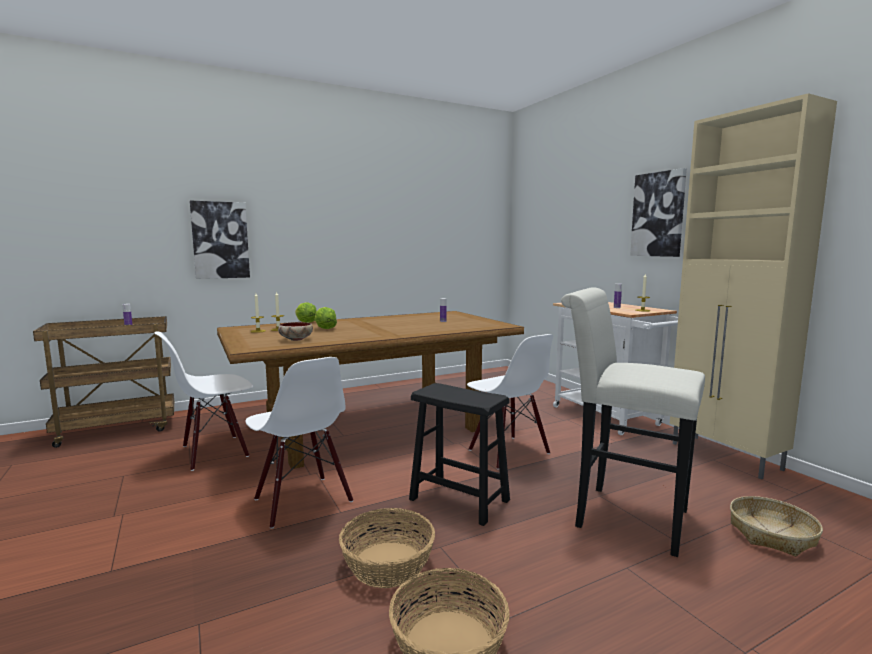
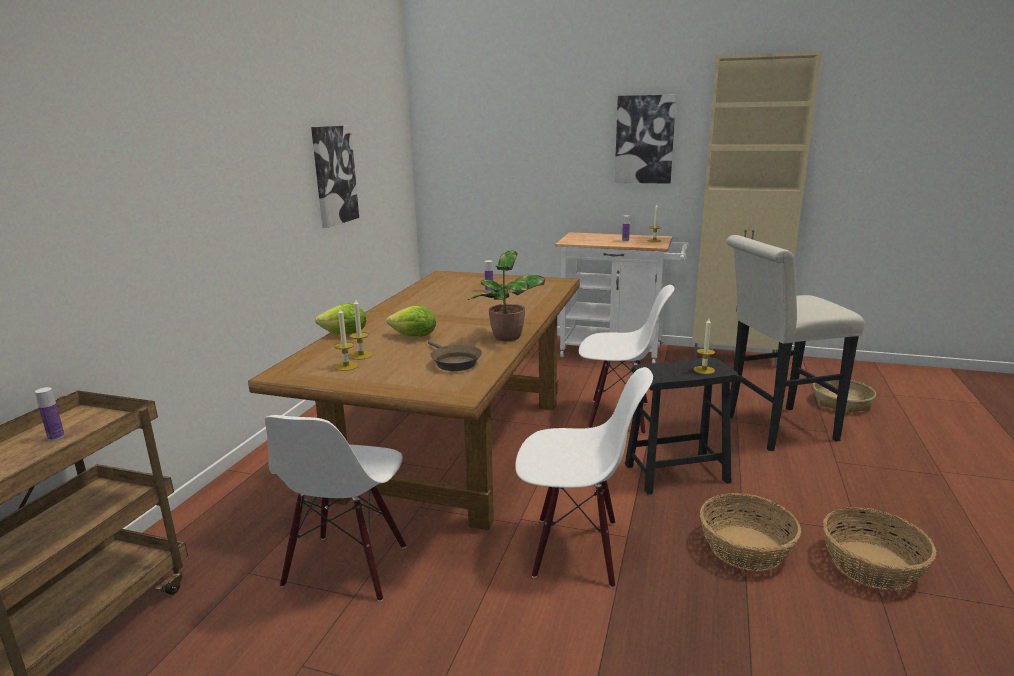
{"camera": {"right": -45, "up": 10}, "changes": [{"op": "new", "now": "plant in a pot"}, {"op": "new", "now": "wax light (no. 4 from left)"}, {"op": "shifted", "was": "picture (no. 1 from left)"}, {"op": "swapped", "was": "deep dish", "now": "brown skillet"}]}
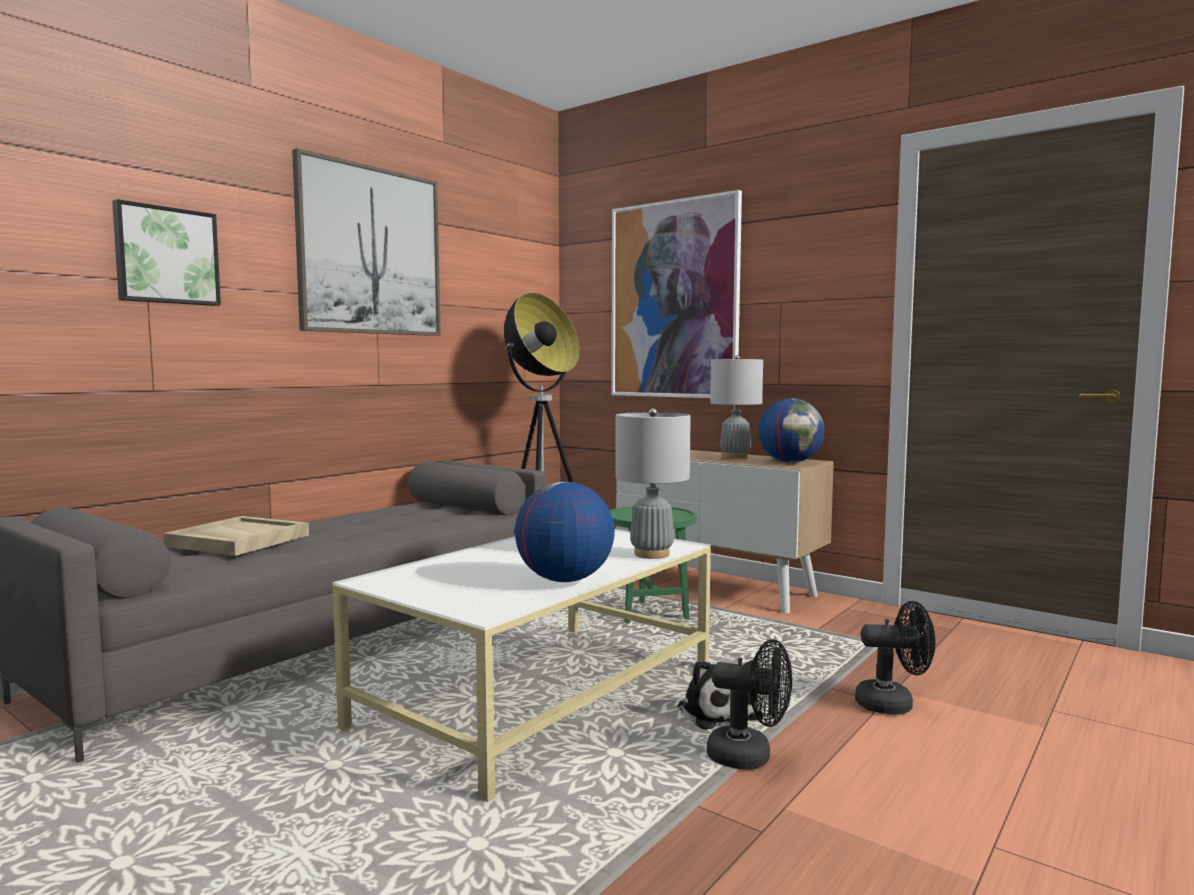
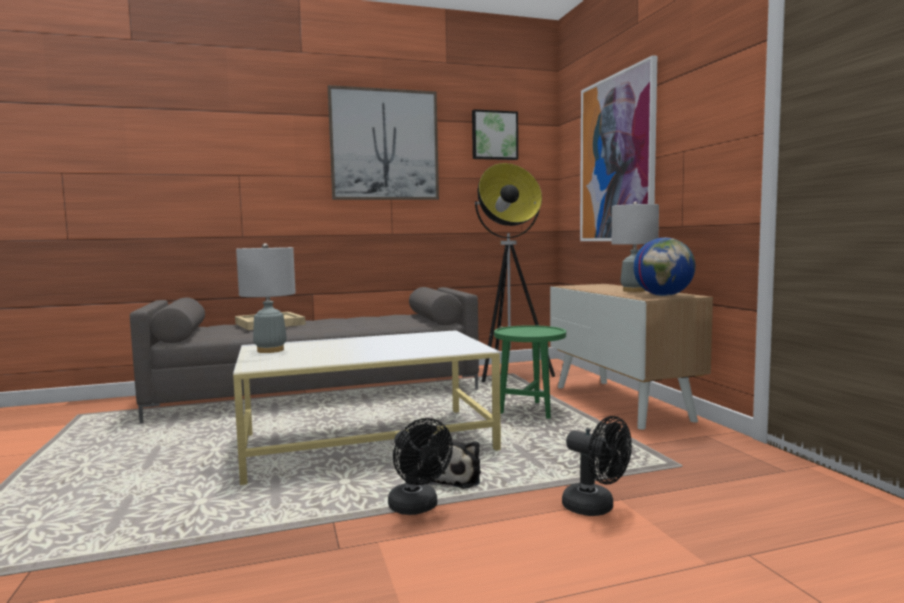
{"camera": {"right": 35, "up": 0}, "changes": [{"op": "gone", "was": "globe (no. 1 from left)"}, {"op": "shifted", "was": "picture (no. 1 from left in the first image)", "now": "picture (no. 2 from left)"}, {"op": "shifted", "was": "greyish table lamp (no. 1 from left)"}]}
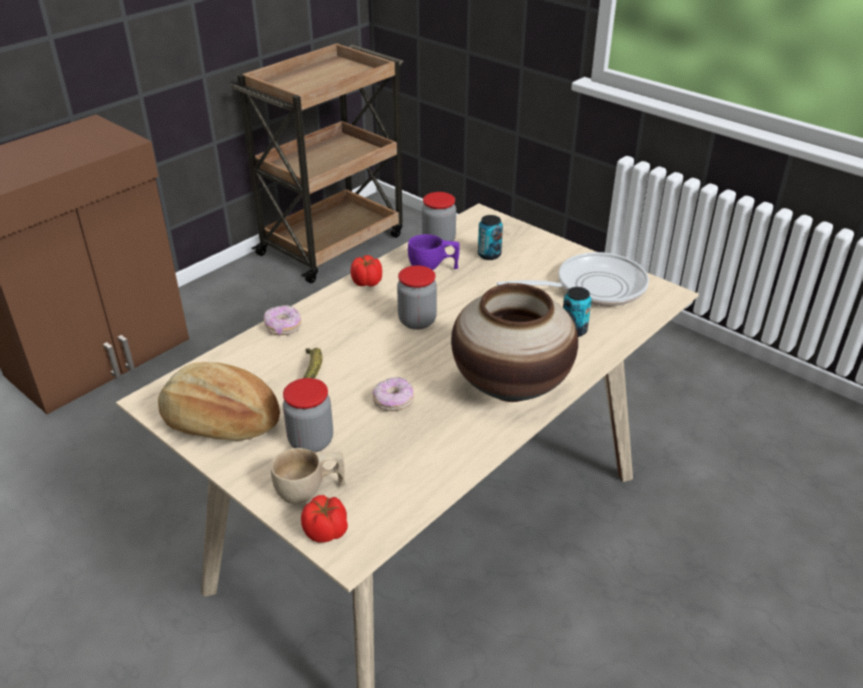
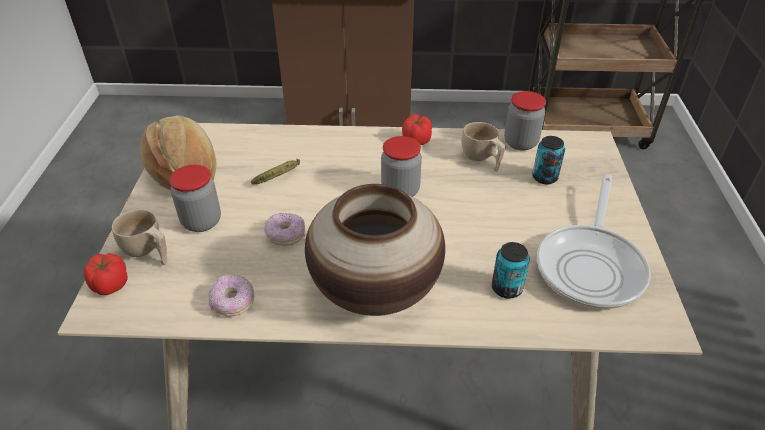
{"camera": {"right": 50, "up": 5}, "changes": [{"op": "shifted", "was": "doughnut (no. 1 from left)"}, {"op": "repainted", "was": "purple drinking cup", "now": "beige drinking cup (no. 2 from left)"}, {"op": "rotated", "was": "skillet", "clockwise": 75}]}
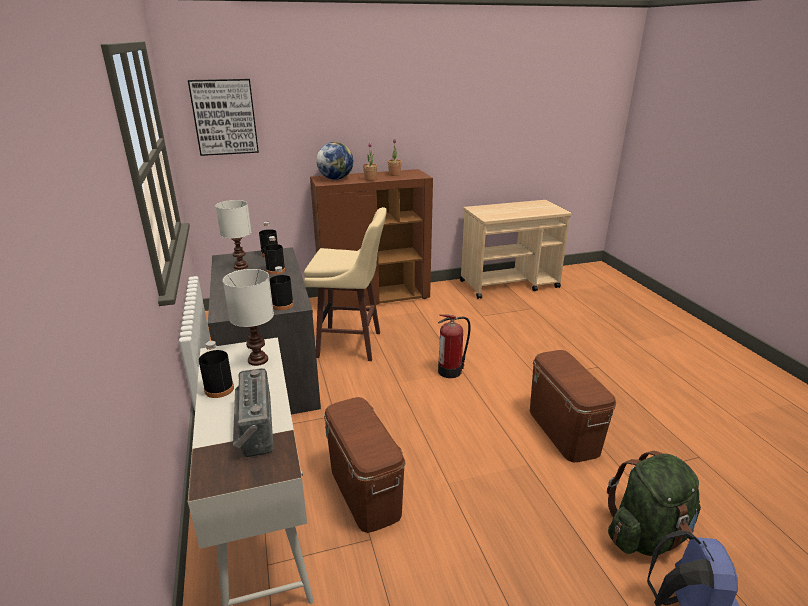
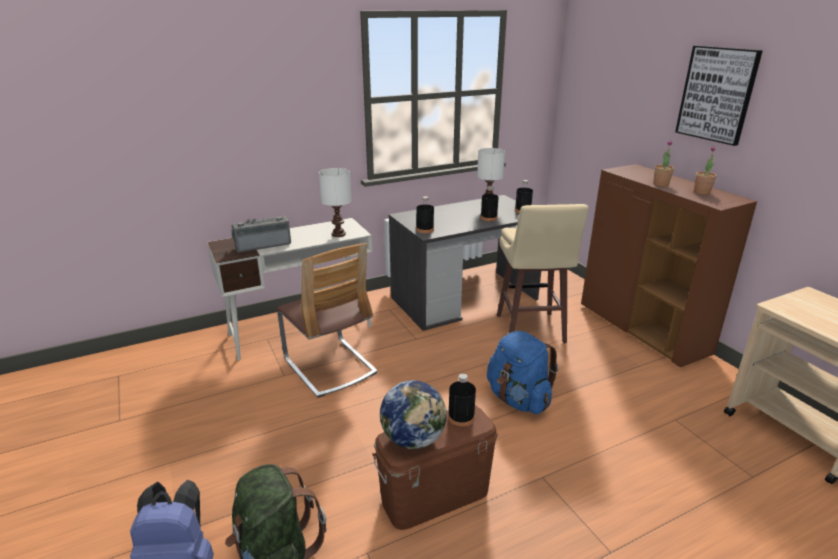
{"camera": {"right": 80, "up": 0}, "changes": [{"op": "shifted", "was": "picture"}, {"op": "shifted", "was": "black beverage bottle (no. 1 from left in the first image)", "now": "black beverage bottle (no. 2 from left)"}, {"op": "shifted", "was": "globe"}, {"op": "swapped", "was": "brown storage bin (no. 1 from left)", "now": "upright chair"}, {"op": "swapped", "was": "extinguisher", "now": "bluish backpack (no. 2 from left)"}]}
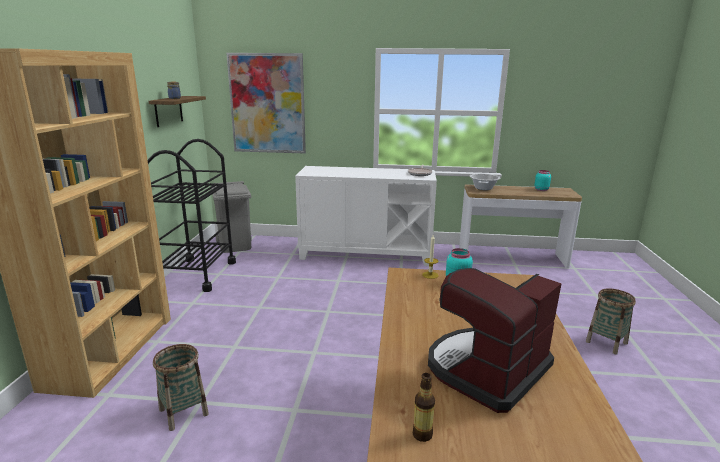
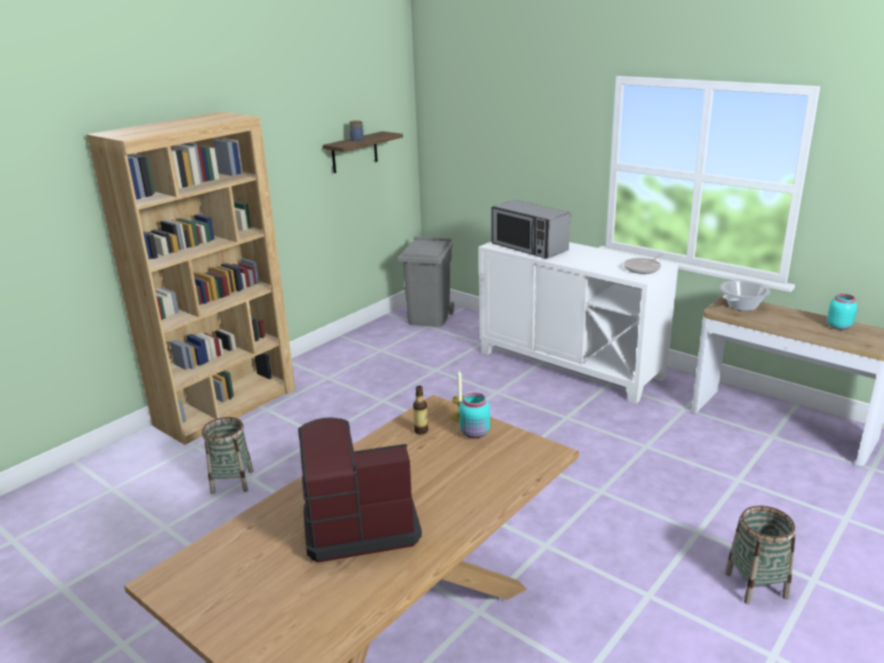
{"camera": {"right": 35, "up": 5}, "changes": [{"op": "gone", "was": "black cart"}, {"op": "gone", "was": "picture"}, {"op": "new", "now": "kitchen microwave"}, {"op": "shifted", "was": "beverage bottle"}]}
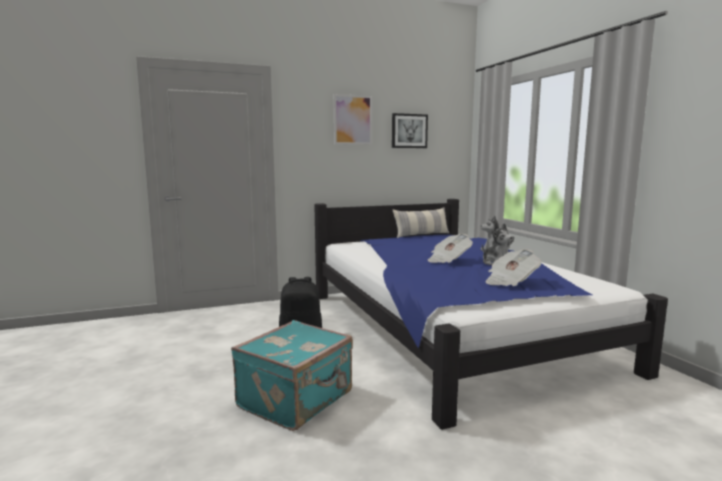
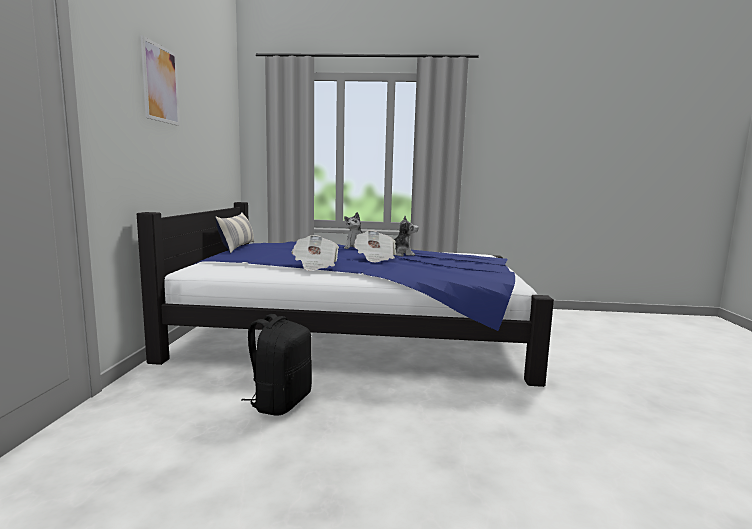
{"camera": {"right": -65, "up": 0}, "changes": [{"op": "gone", "was": "turquoise travel case"}, {"op": "gone", "was": "picture (no. 2 from left)"}, {"op": "shifted", "was": "newspaper (no. 2 from left in the first image)", "now": "newspaper (no. 1 from left)"}]}
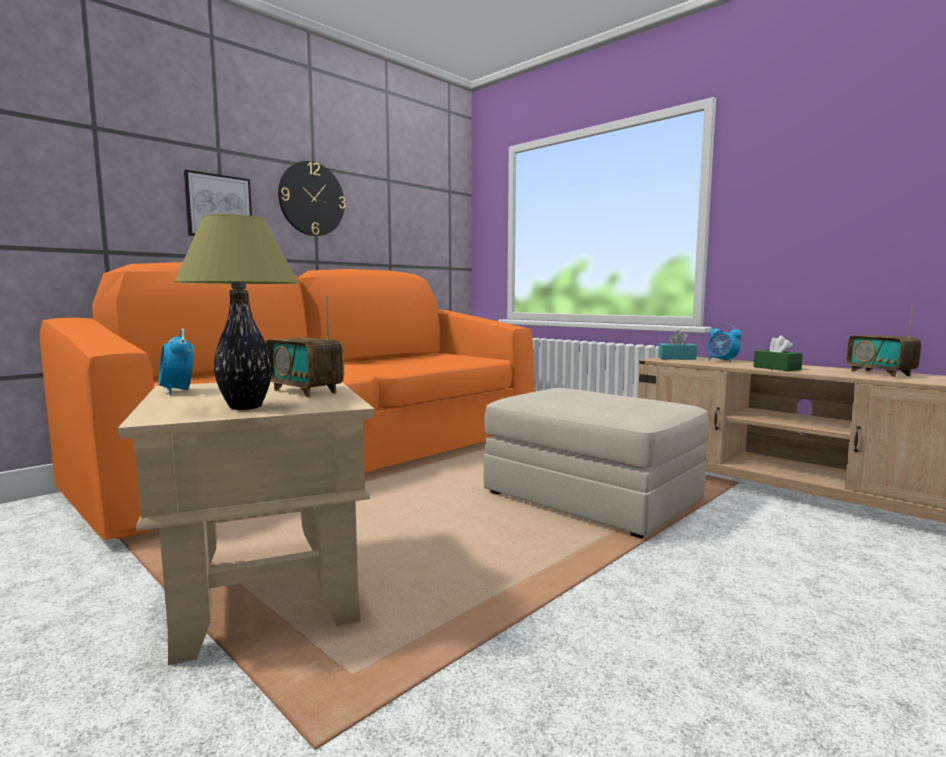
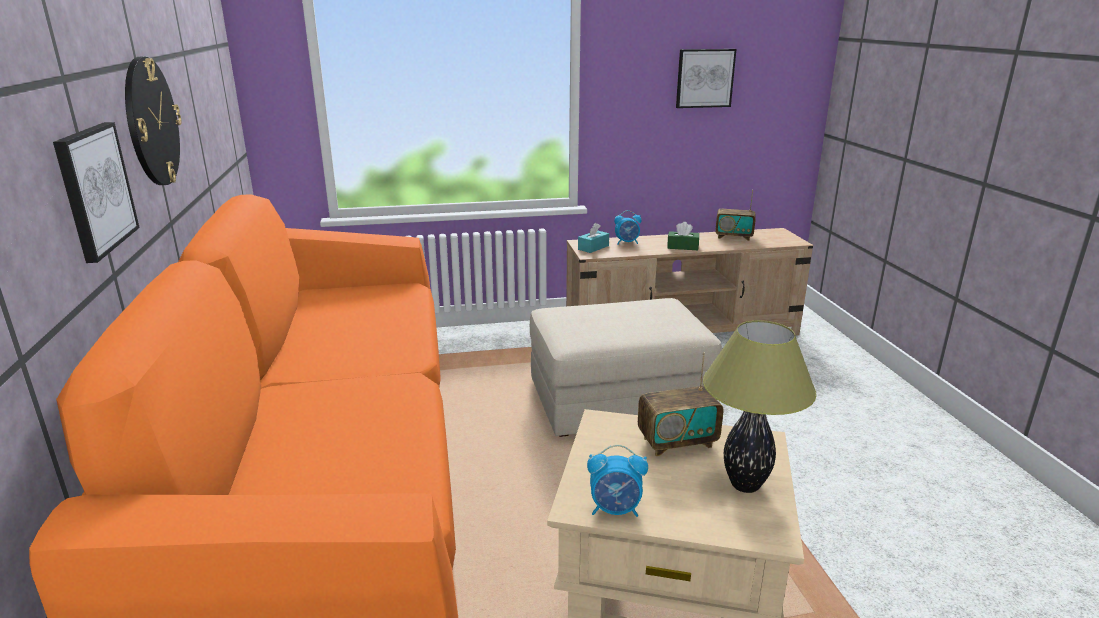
{"camera": {"right": -55, "up": 15}, "changes": [{"op": "new", "now": "picture (no. 2 from left)"}]}
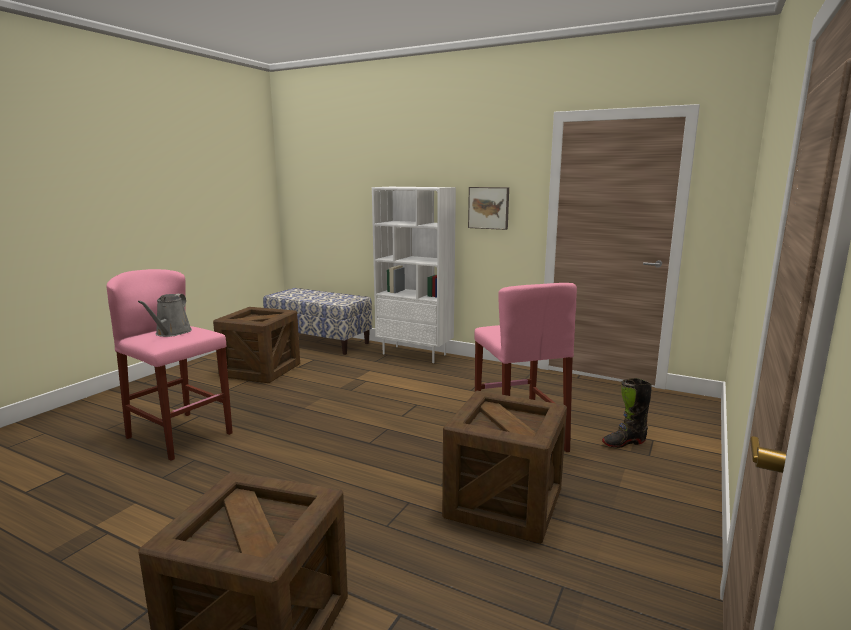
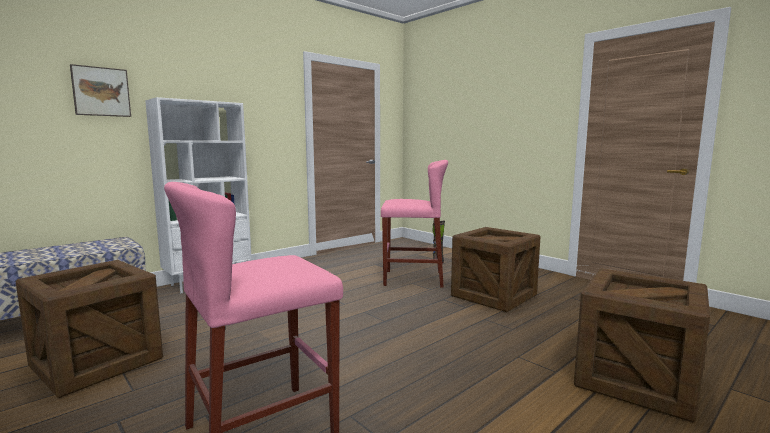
{"camera": {"right": -70, "up": -5}, "changes": [{"op": "gone", "was": "greyish watering pot"}, {"op": "shifted", "was": "picture"}]}
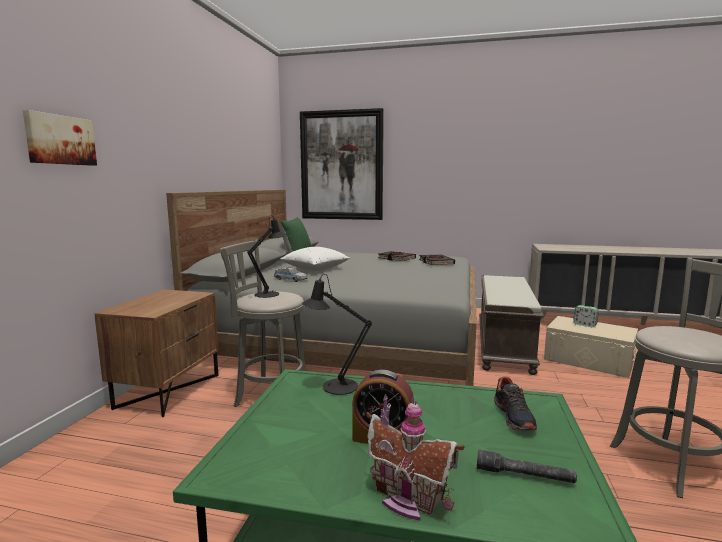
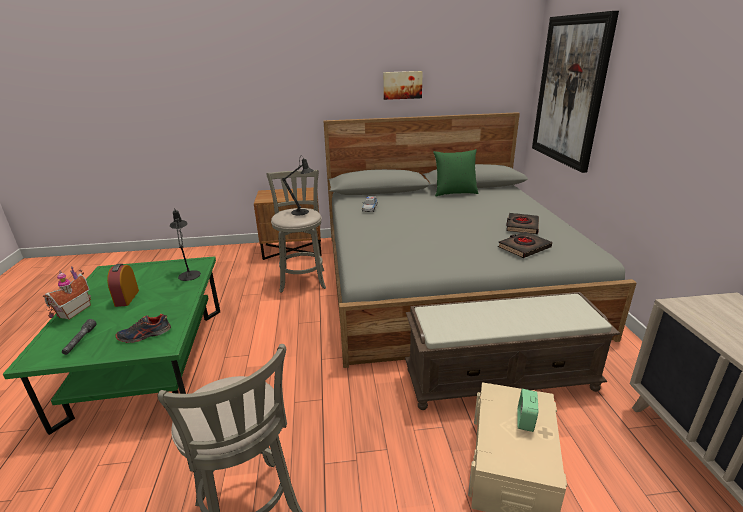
{"camera": {"right": 70, "up": 15}, "changes": [{"op": "gone", "was": "whitish pillow"}, {"op": "shifted", "was": "picture (no. 1 from left)"}]}
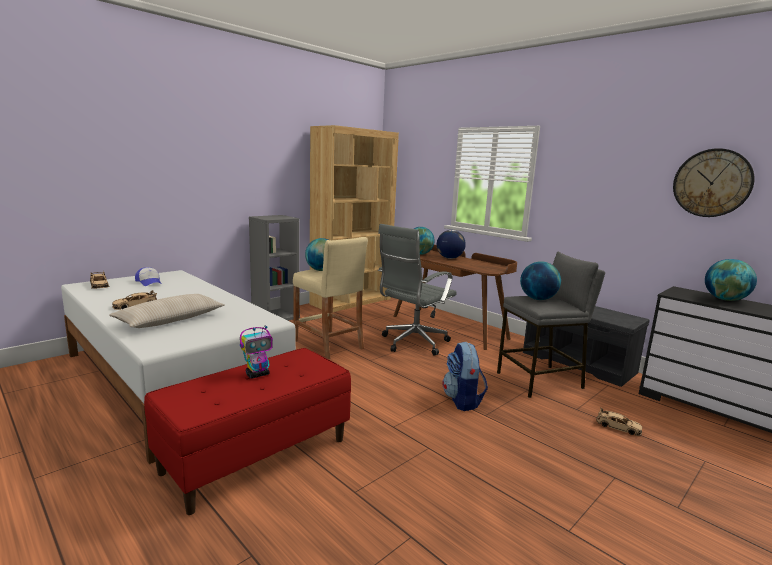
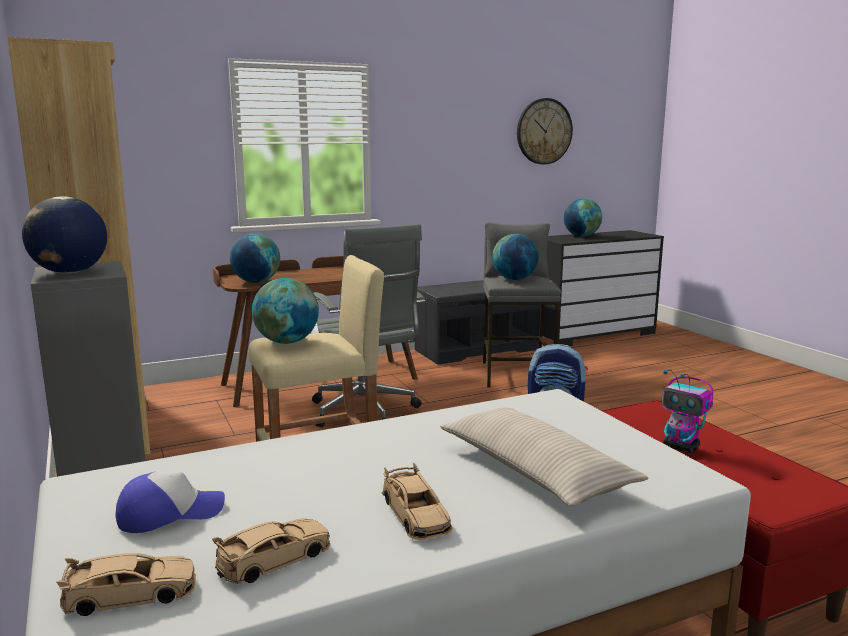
{"camera": {"right": -70, "up": 0}, "changes": [{"op": "shifted", "was": "globe (no. 3 from left in the first image)", "now": "globe (no. 1 from left)"}, {"op": "shifted", "was": "beige toy car (no. 3 from left in the first image)", "now": "beige toy car (no. 2 from left)"}, {"op": "rotated", "was": "model robot", "clockwise": 150}]}
